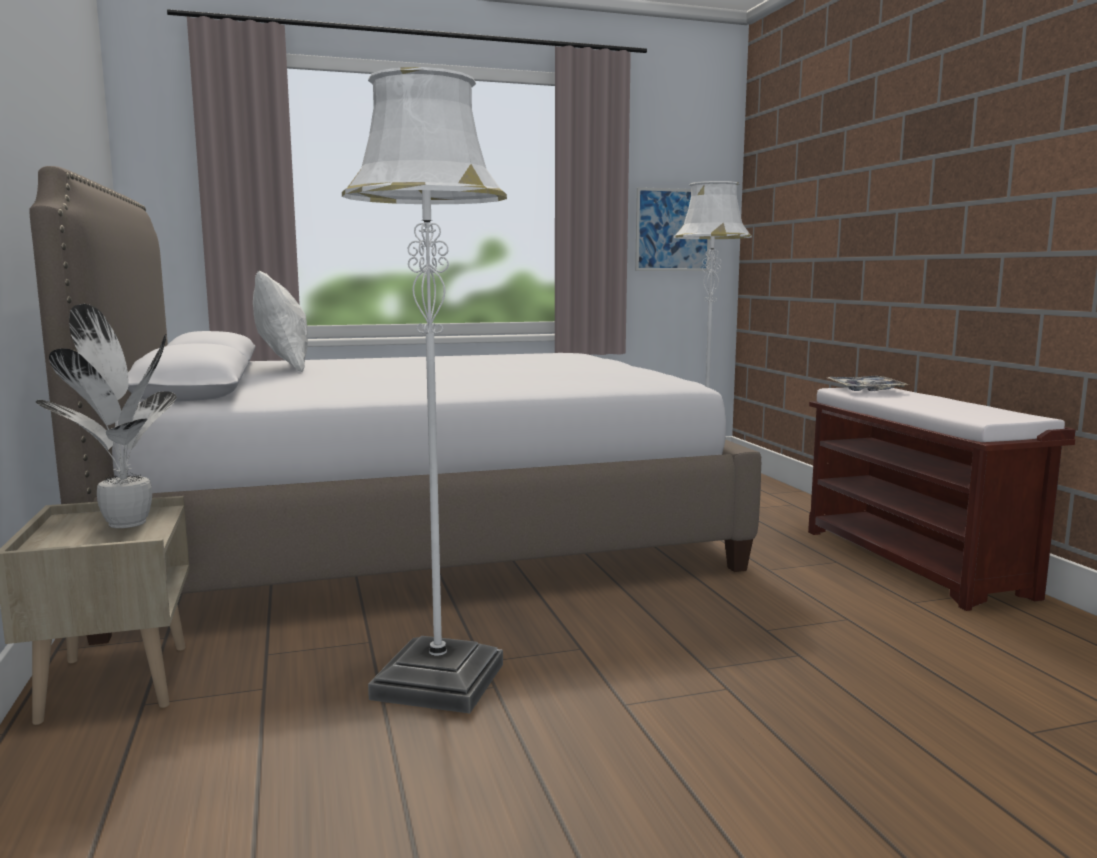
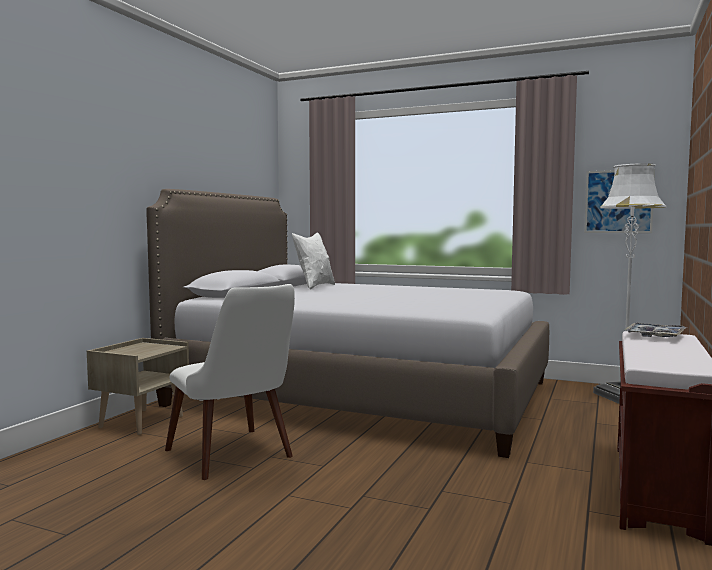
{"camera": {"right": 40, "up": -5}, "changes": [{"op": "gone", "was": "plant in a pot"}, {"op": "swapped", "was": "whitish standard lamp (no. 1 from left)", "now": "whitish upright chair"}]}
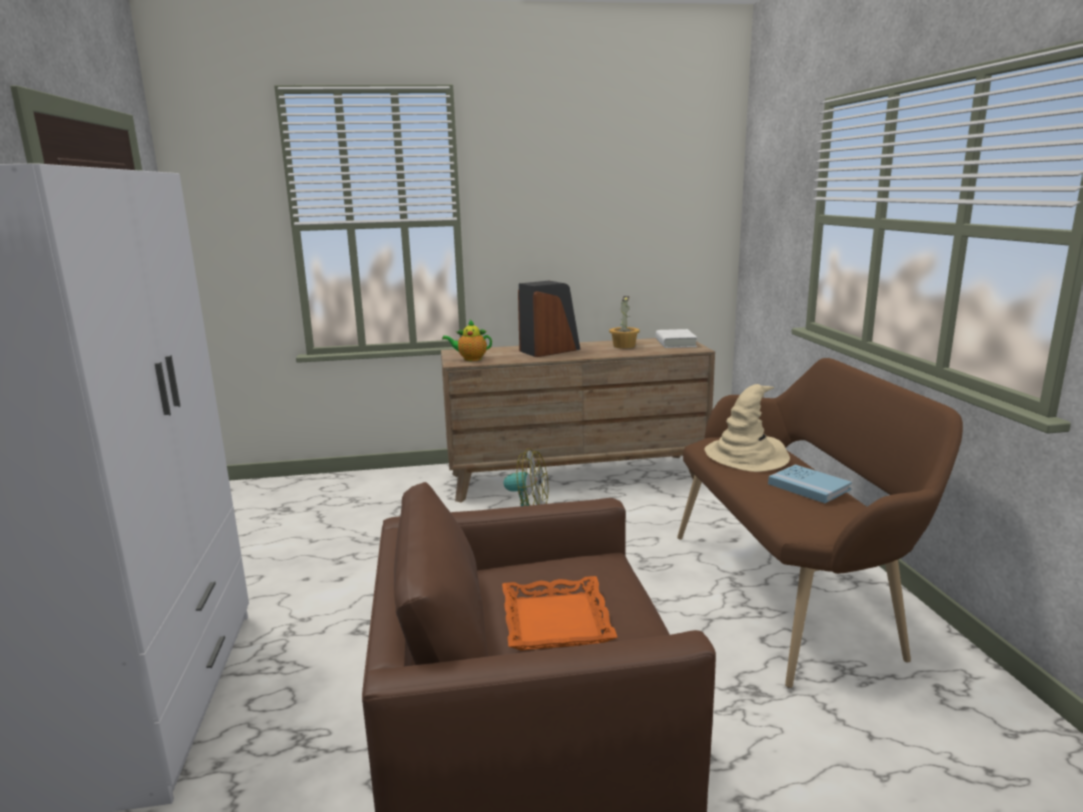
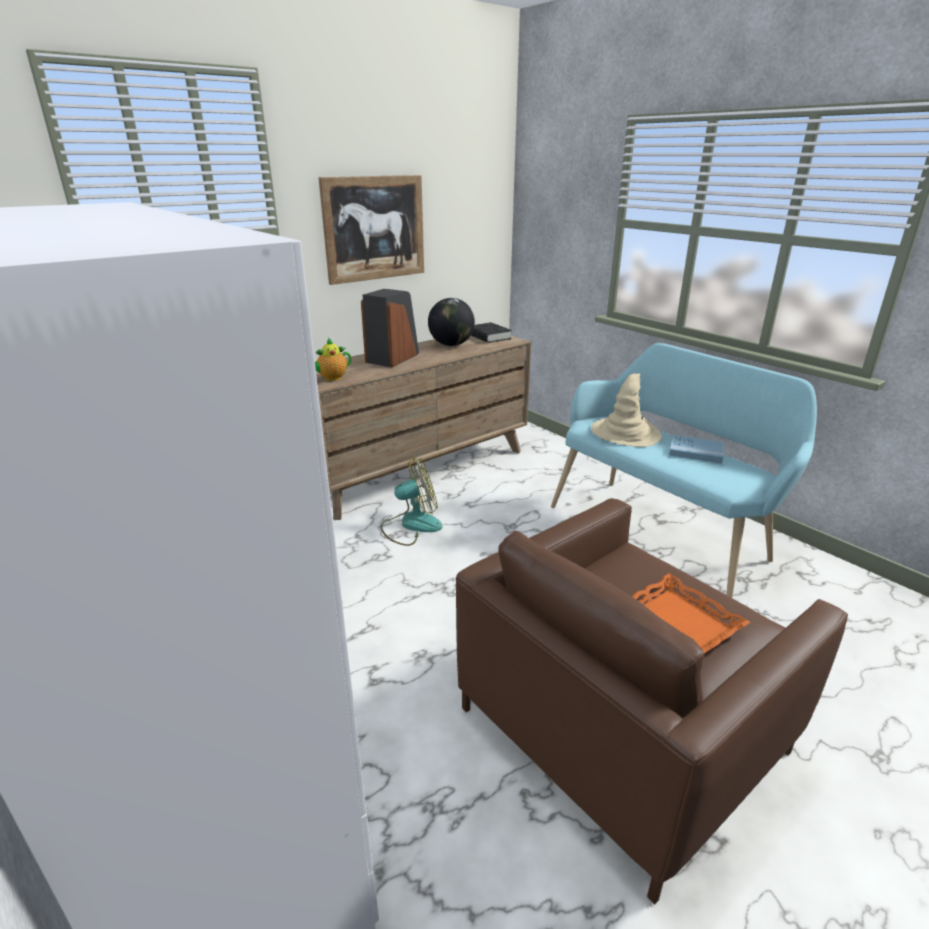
{"camera": {"right": -30, "up": 10}, "changes": [{"op": "new", "now": "picture"}, {"op": "swapped", "was": "plant in a pot", "now": "globe"}, {"op": "repainted", "was": "whitish bound book", "now": "black bound book"}, {"op": "repainted", "was": "brown bench", "now": "turquoise bench"}]}
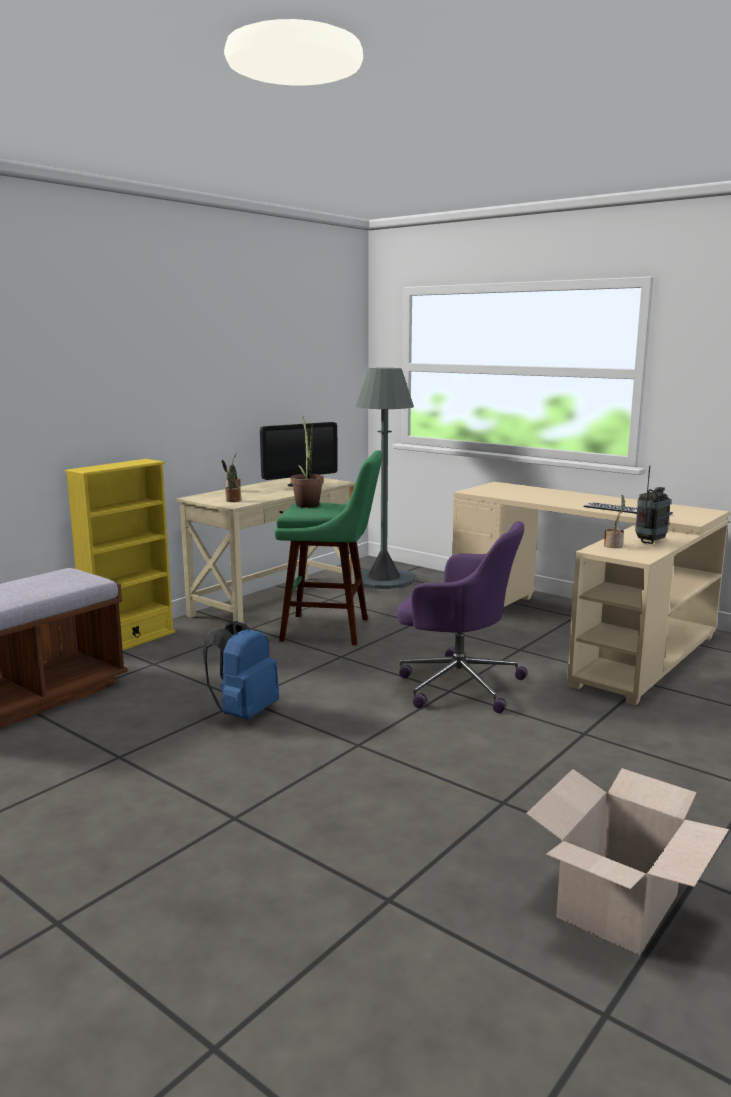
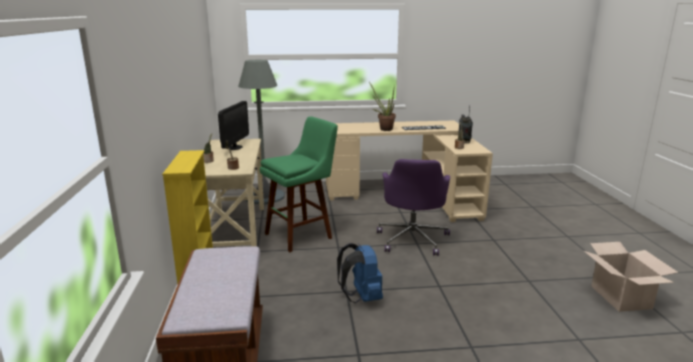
{"camera": {"right": -45, "up": 5}, "changes": [{"op": "shifted", "was": "plant in a pot (no. 3 from left)"}, {"op": "rotated", "was": "purple office chair", "clockwise": 120}]}
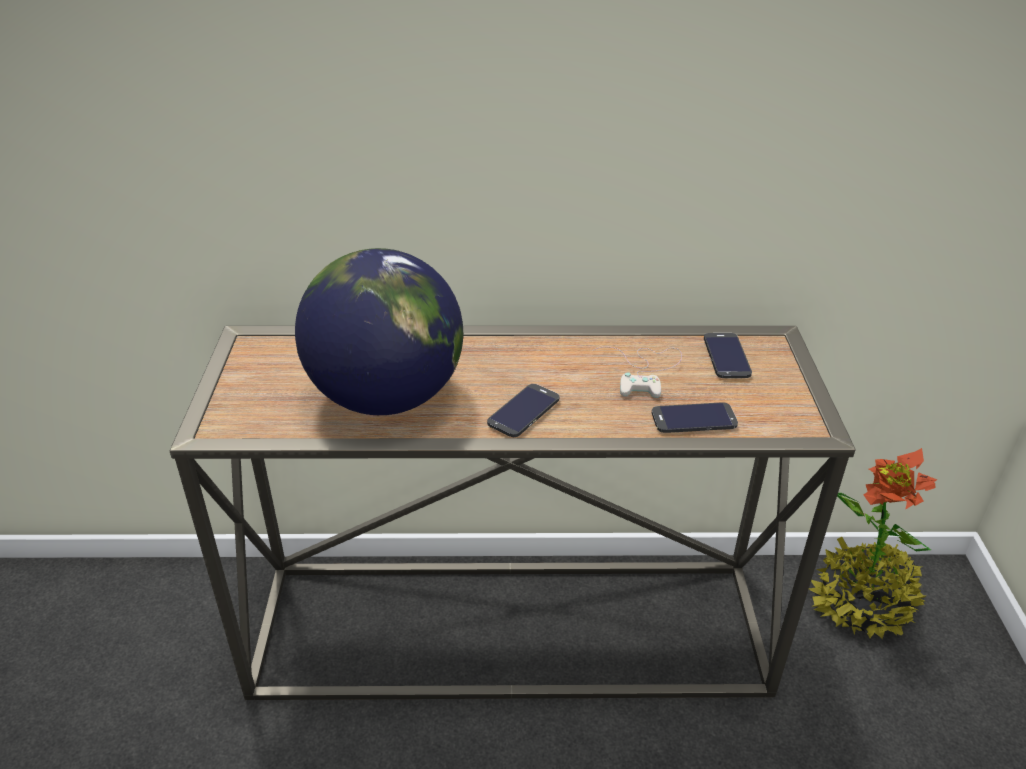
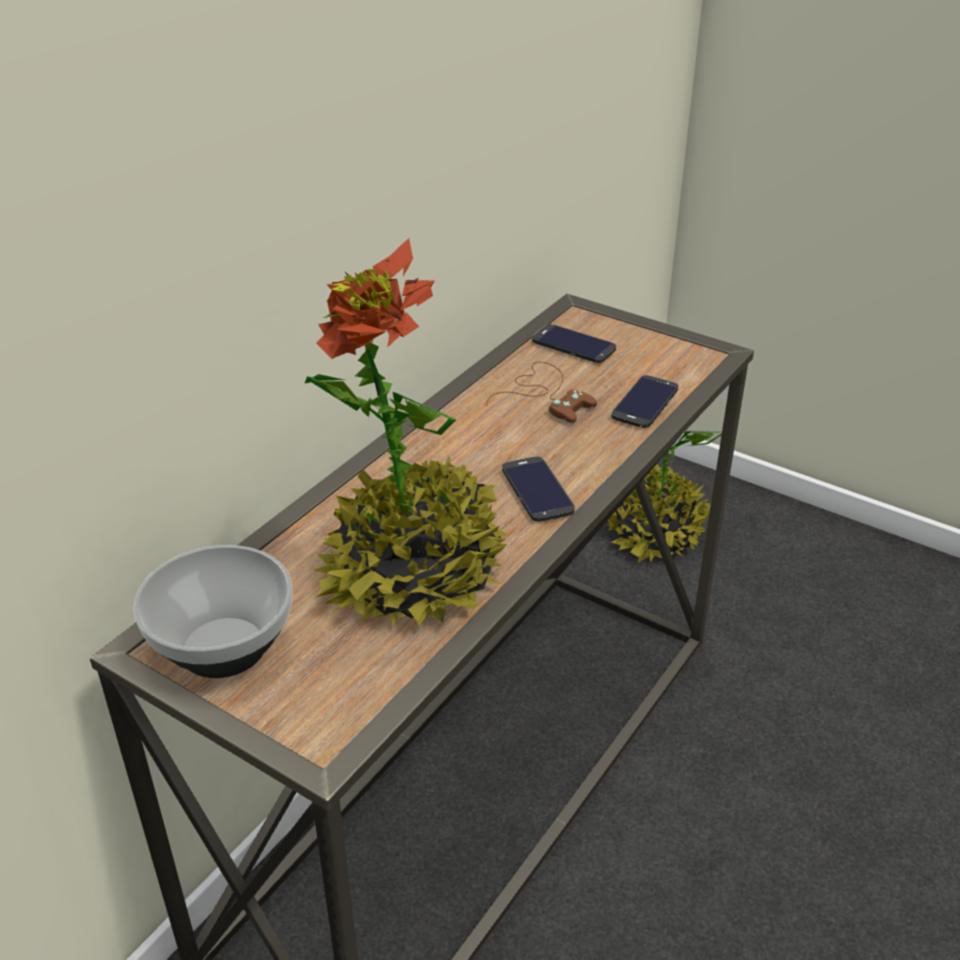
{"camera": {"right": -55, "up": 0}, "changes": [{"op": "new", "now": "deep dish"}, {"op": "swapped", "was": "globe", "now": "plant in a pot (no. 1 from left)"}, {"op": "repainted", "was": "whitish game controller", "now": "brown game controller"}]}
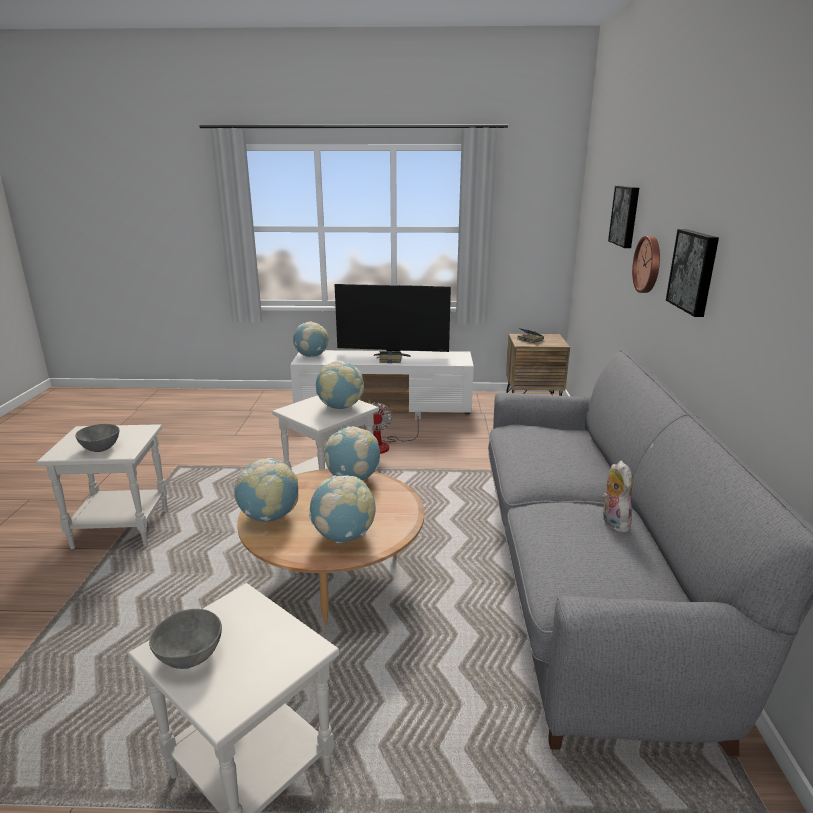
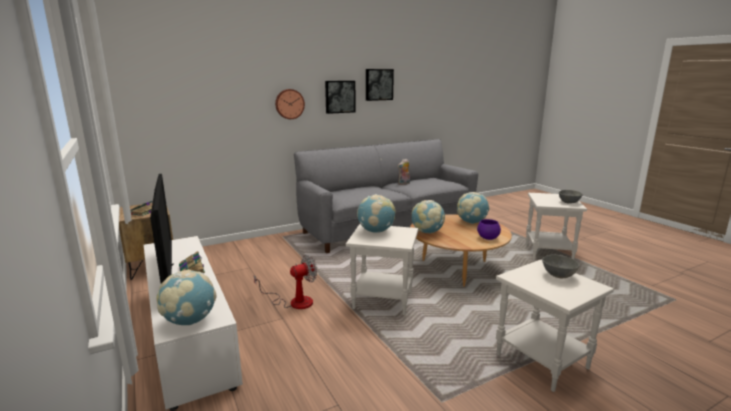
{"camera": {"right": -120, "up": -5}, "changes": [{"op": "shifted", "was": "picture (no. 1 from left in the first image)", "now": "picture (no. 2 from left)"}, {"op": "swapped", "was": "globe (no. 1 from left)", "now": "purple deep dish"}]}
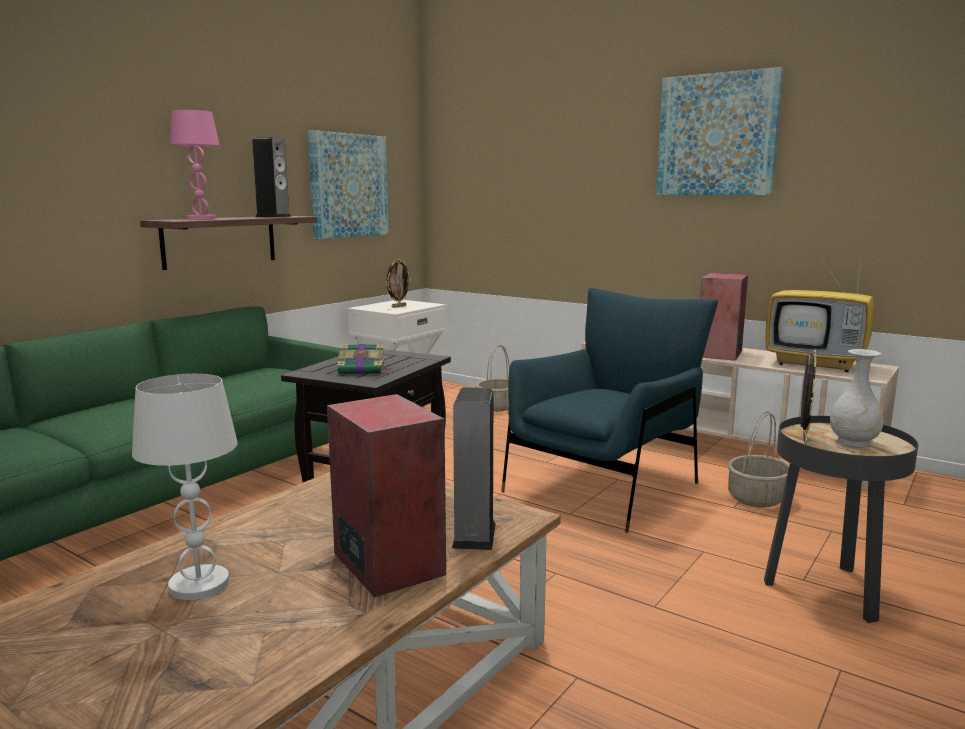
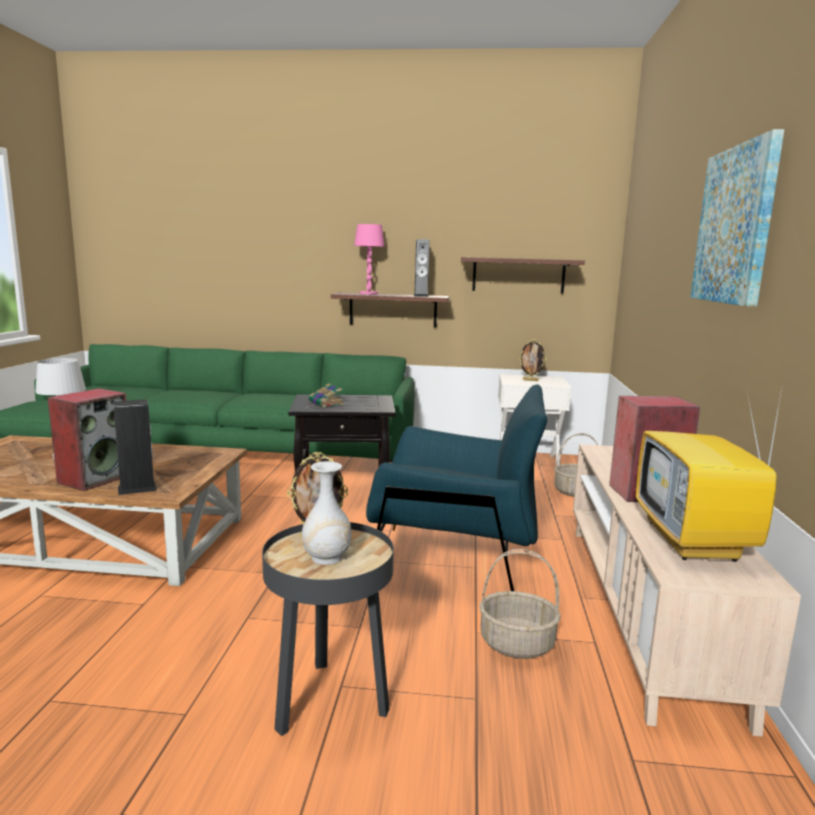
{"camera": {"right": 60, "up": 0}, "changes": [{"op": "swapped", "was": "picture (no. 1 from left)", "now": "bracket shelf (no. 2 from left)"}]}
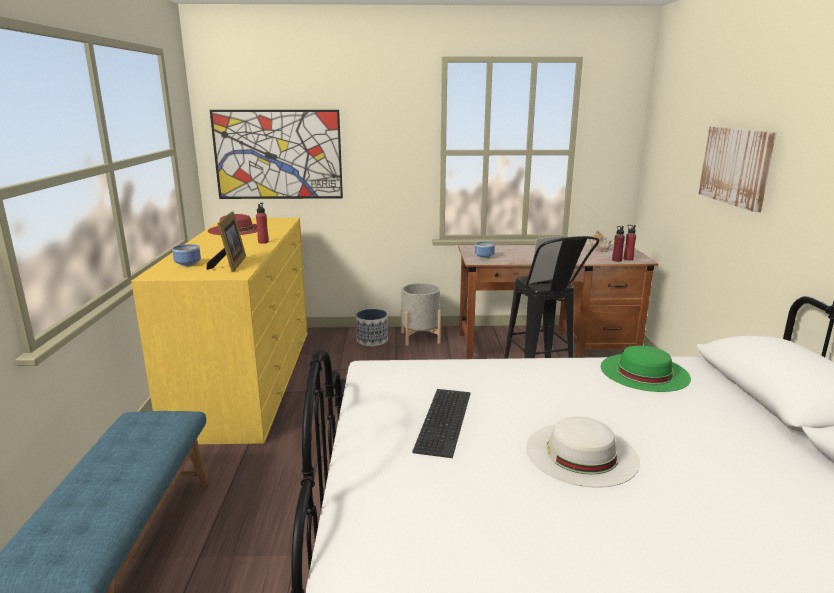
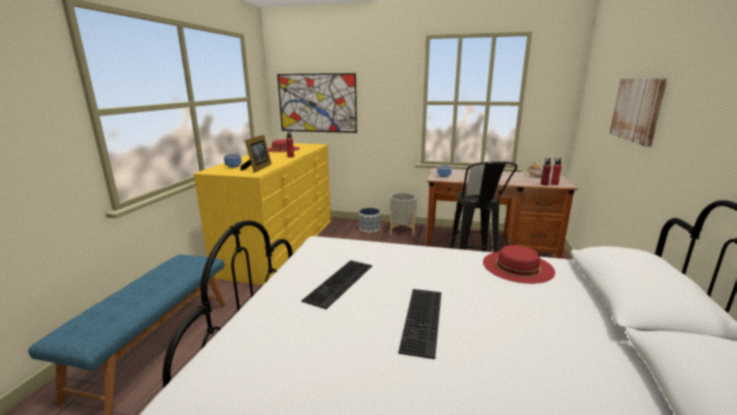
{"camera": {"right": 15, "up": 0}, "changes": [{"op": "swapped", "was": "whitish hat", "now": "computer keyboard (no. 2 from left)"}, {"op": "repainted", "was": "greenish hat", "now": "red hat (no. 2 from left)"}]}
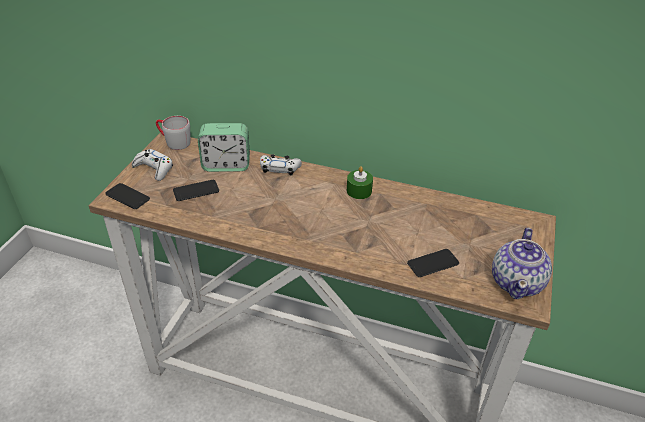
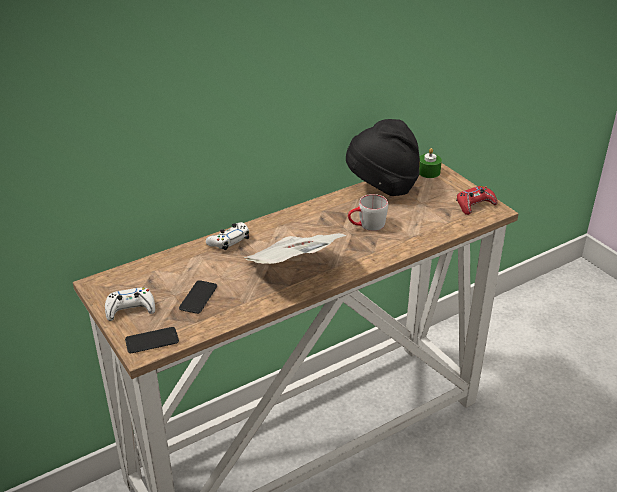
{"camera": {"right": -50, "up": -5}, "changes": [{"op": "gone", "was": "bedside clock"}, {"op": "gone", "was": "handset (no. 3 from left)"}, {"op": "new", "now": "newspaper"}, {"op": "new", "now": "black hat"}, {"op": "shifted", "was": "greyish coffee mug"}, {"op": "shifted", "was": "greenish wax light"}, {"op": "swapped", "was": "pot for tea", "now": "red game controller"}]}
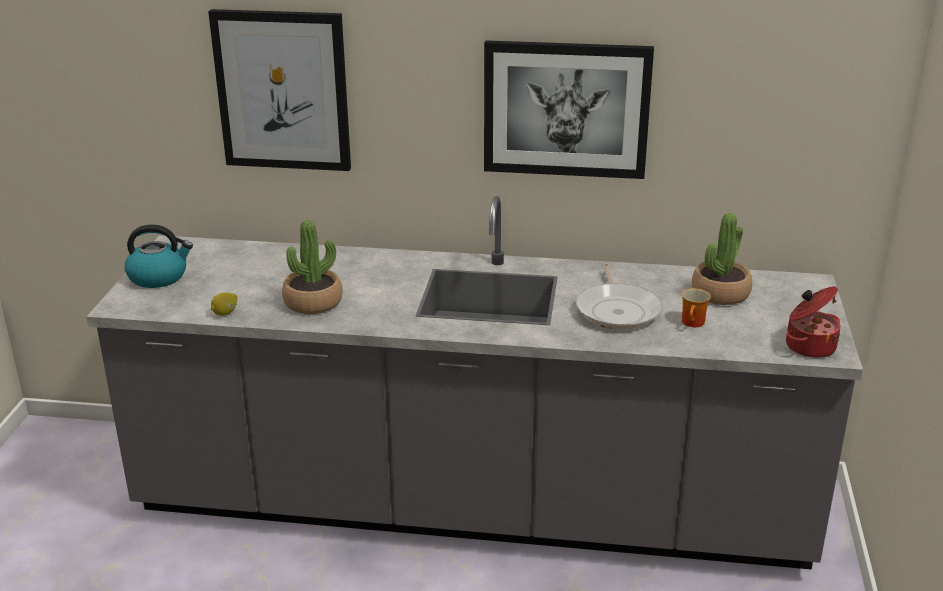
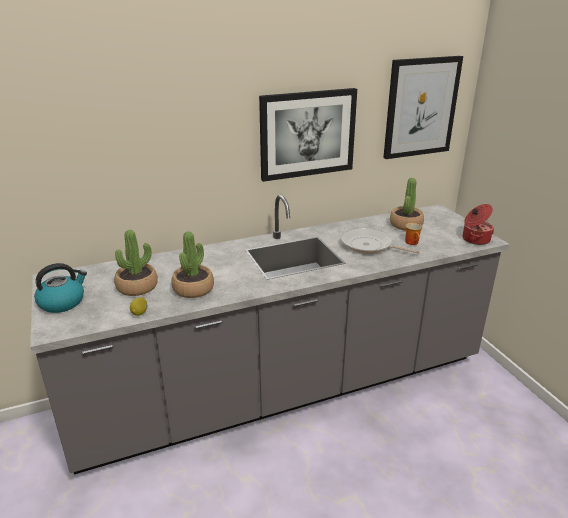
{"camera": {"right": -30, "up": 0}, "changes": [{"op": "new", "now": "plant in a pot (no. 1 from left)"}, {"op": "shifted", "was": "picture (no. 1 from left in the first image)", "now": "picture (no. 2 from left)"}, {"op": "rotated", "was": "skillet", "clockwise": 150}]}
